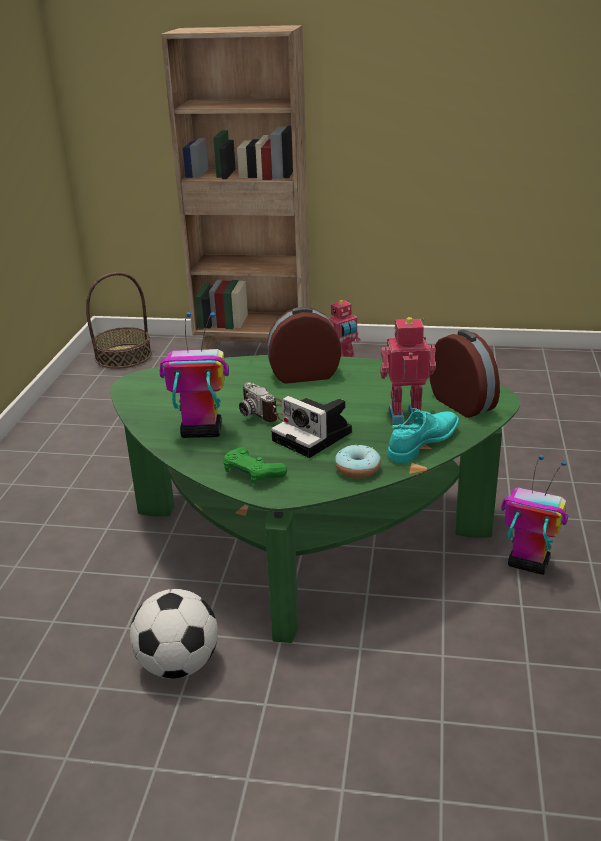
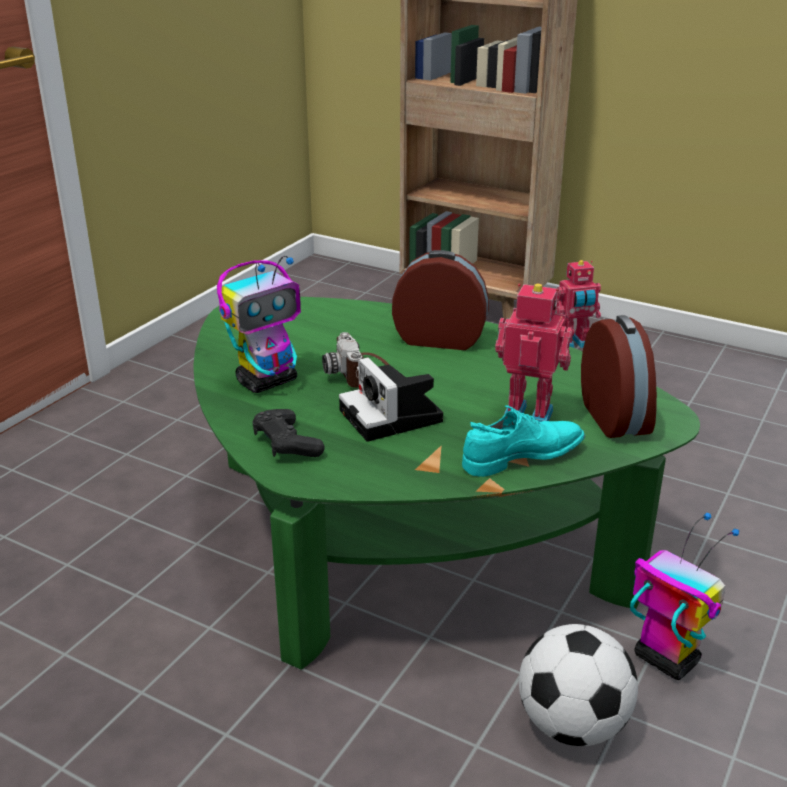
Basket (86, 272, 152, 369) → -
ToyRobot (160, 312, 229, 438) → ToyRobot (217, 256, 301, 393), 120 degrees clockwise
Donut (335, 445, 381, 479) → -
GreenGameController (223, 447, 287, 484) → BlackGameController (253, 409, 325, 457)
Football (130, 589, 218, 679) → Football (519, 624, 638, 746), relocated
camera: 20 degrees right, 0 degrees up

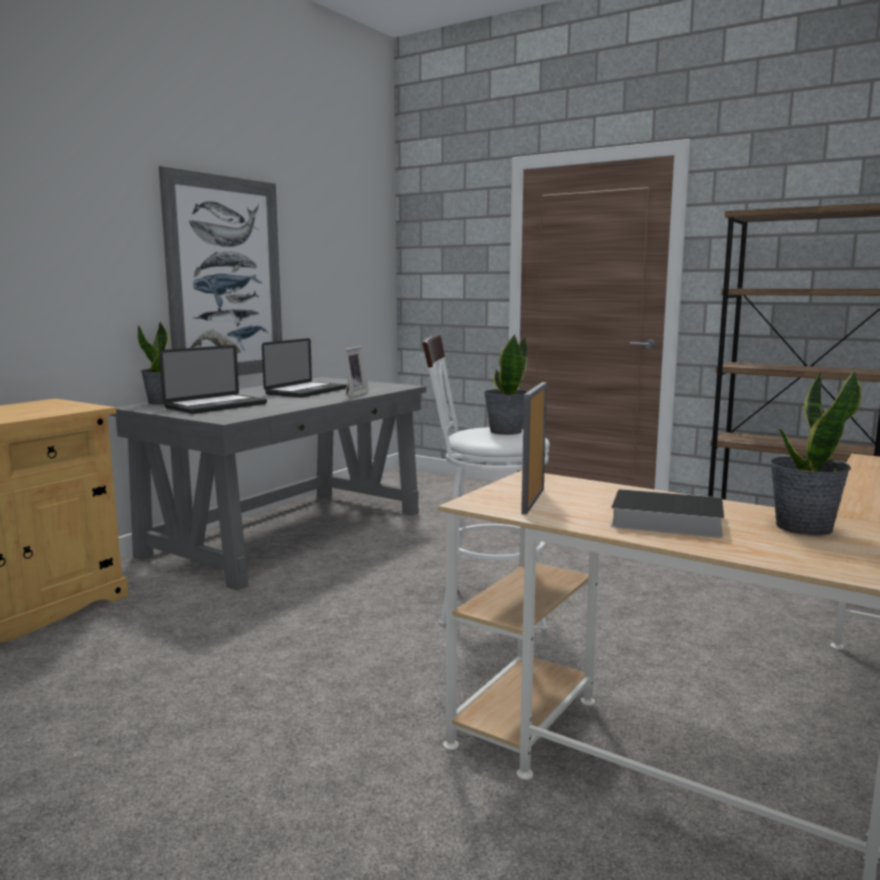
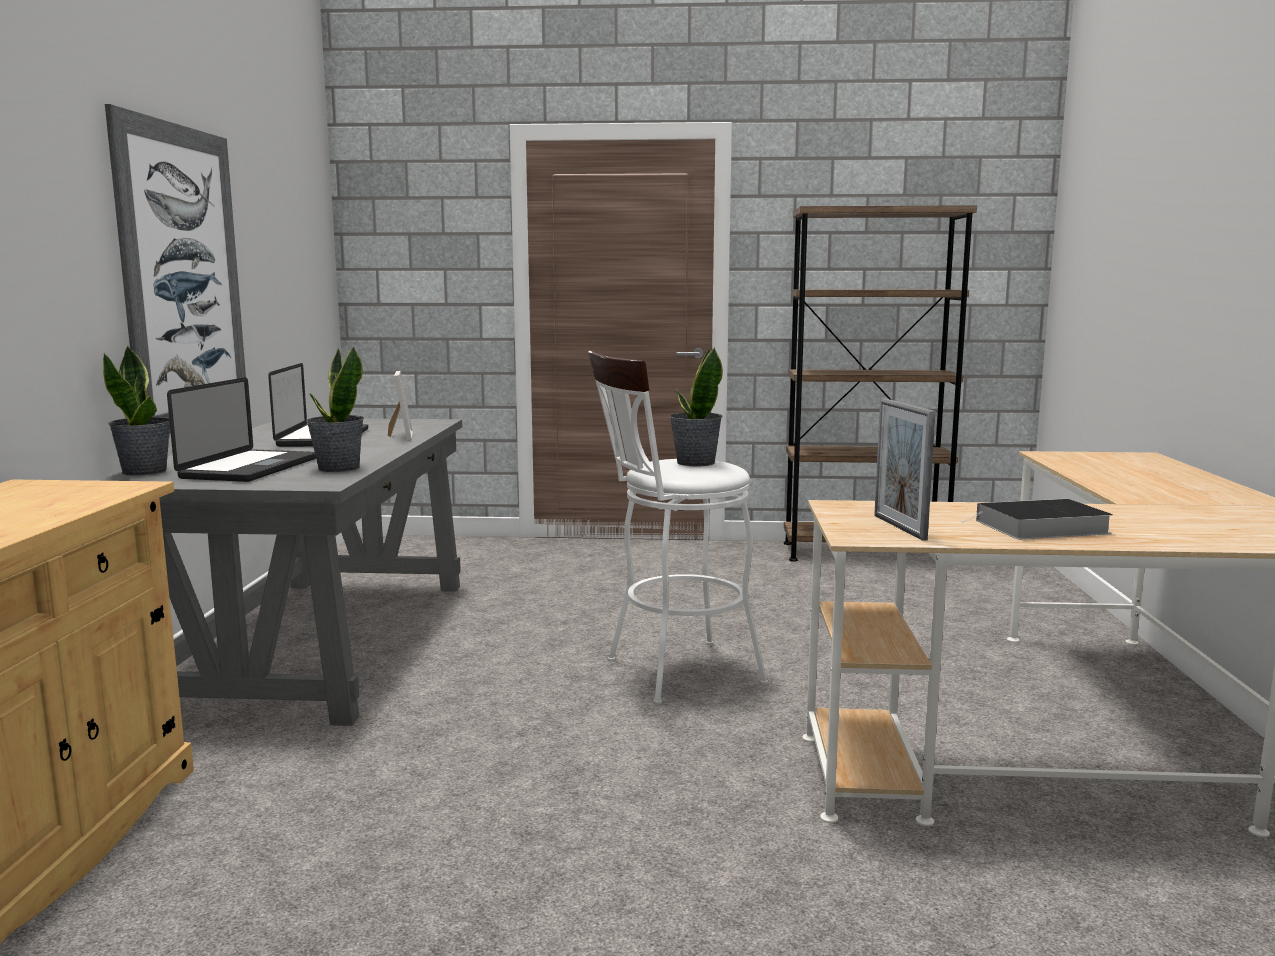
PottedPlant (770, 370, 862, 536) → PottedPlant (306, 346, 364, 472), relocated
camera: 30 degrees left, 0 degrees up

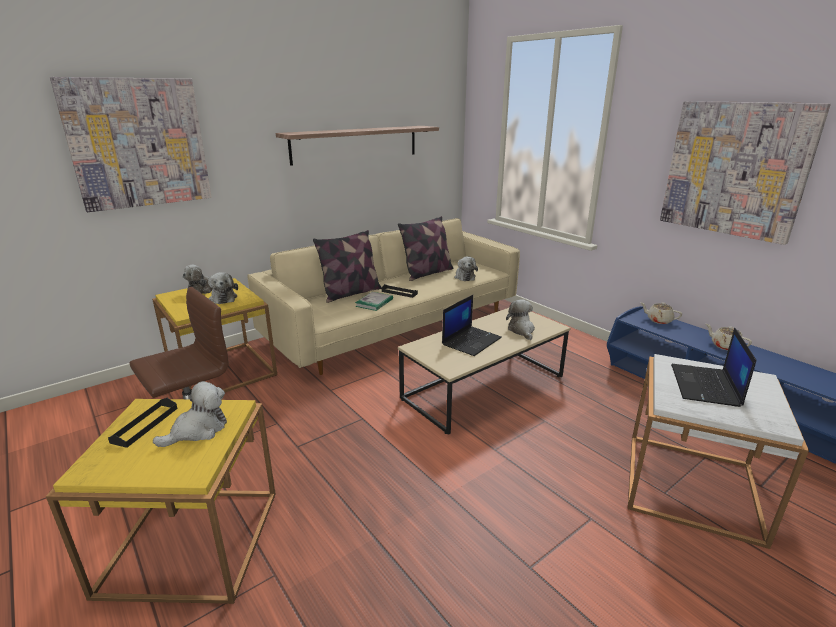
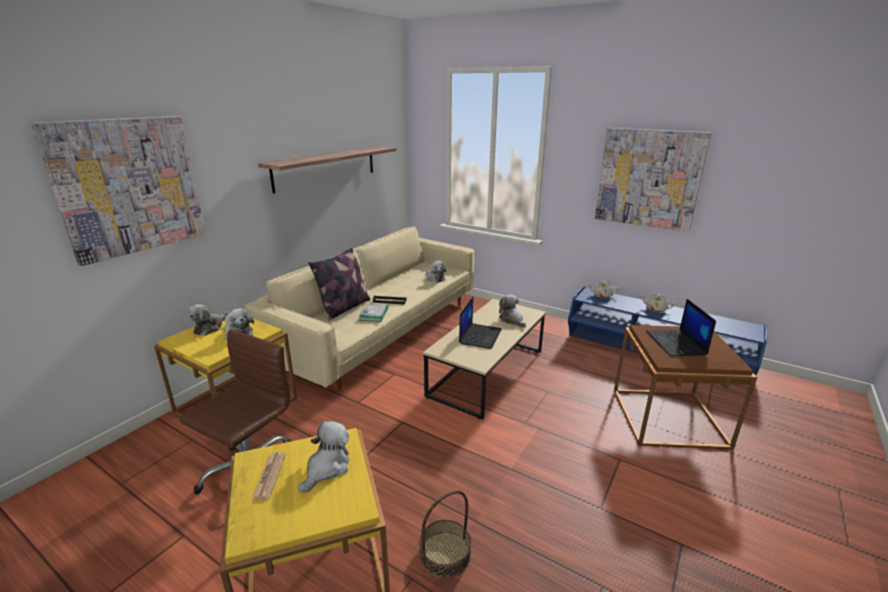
Pillow (398, 216, 453, 281) → -
WhiteSideTable (628, 354, 809, 549) → BrownSideTable (614, 325, 757, 450)
BlackTray (108, 398, 178, 448) → Newspaper (252, 452, 286, 499)
- → Basket (419, 490, 471, 578)
camera: 20 degrees left, 0 degrees up

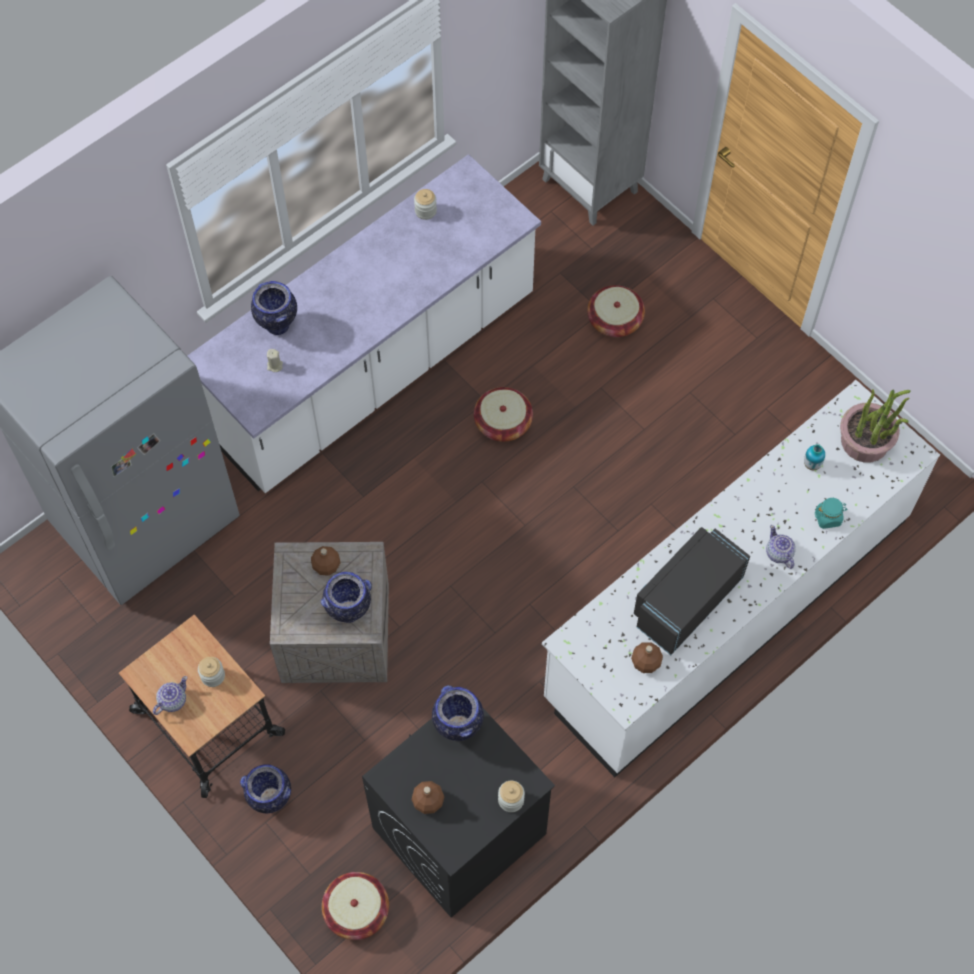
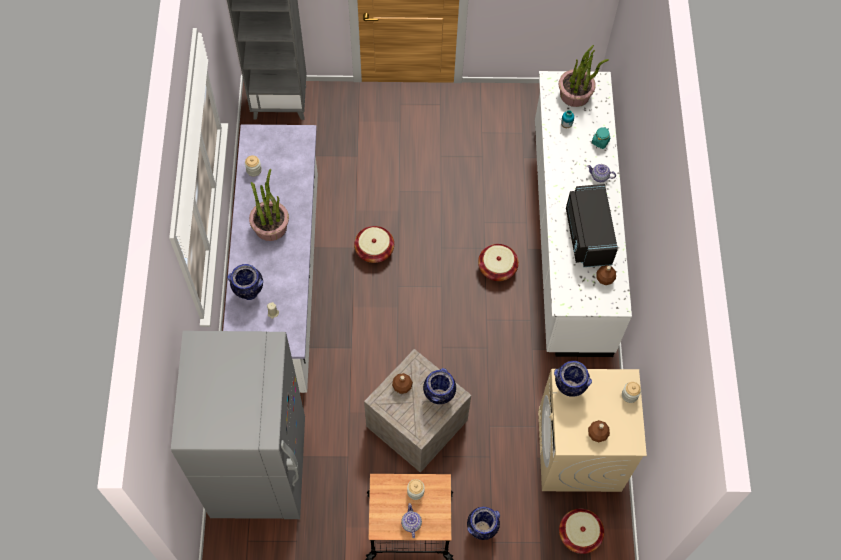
Basket (587, 285, 645, 337) → Basket (478, 244, 519, 281), relocated
BlackWashingMachine (362, 708, 555, 918) → BeigeWashingMachine (538, 369, 647, 492)
- → PottedPlant (249, 169, 289, 241)
camera: 50 degrees left, 0 degrees up

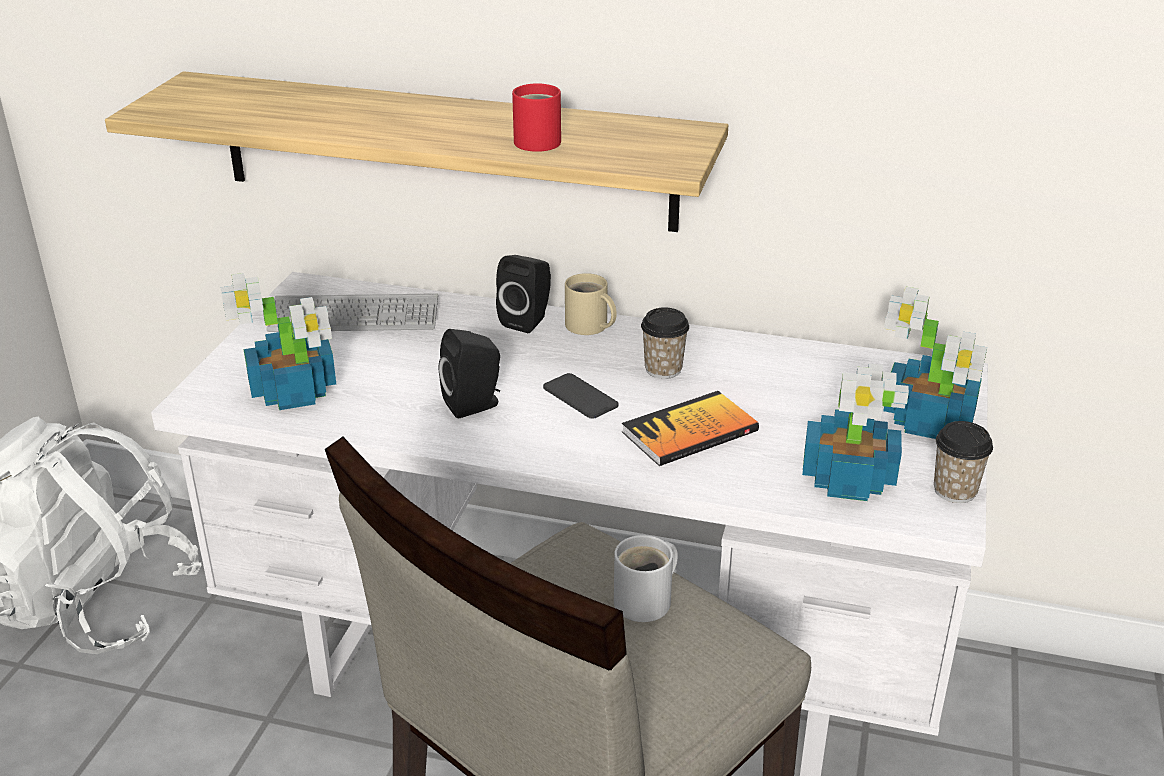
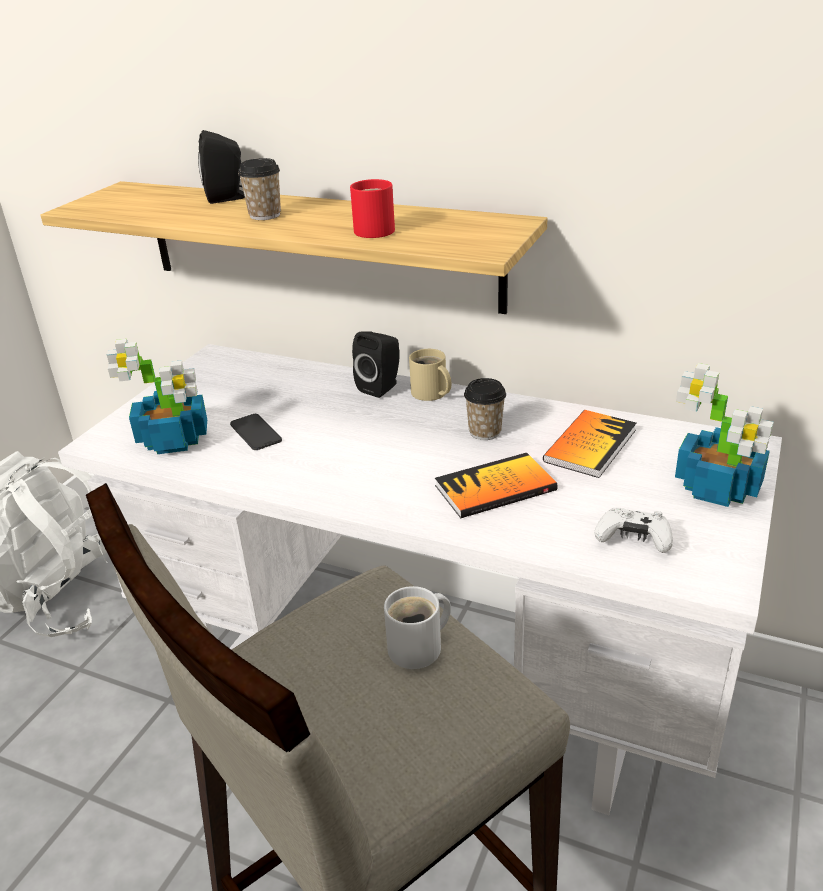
Keyboard (266, 293, 438, 332) → -
BlackSpeaker (439, 329, 500, 418) → BlackSpeaker (198, 130, 245, 204), relocated
PottedPlant (802, 363, 909, 501) → WhiteGameController (595, 508, 673, 553)
Phone (543, 373, 618, 419) → Phone (230, 414, 282, 450), relocated
Cup (934, 421, 993, 503) → Cup (238, 158, 281, 220), relocated
- → Book (543, 410, 637, 478)
camera: 10 degrees right, 0 degrees up

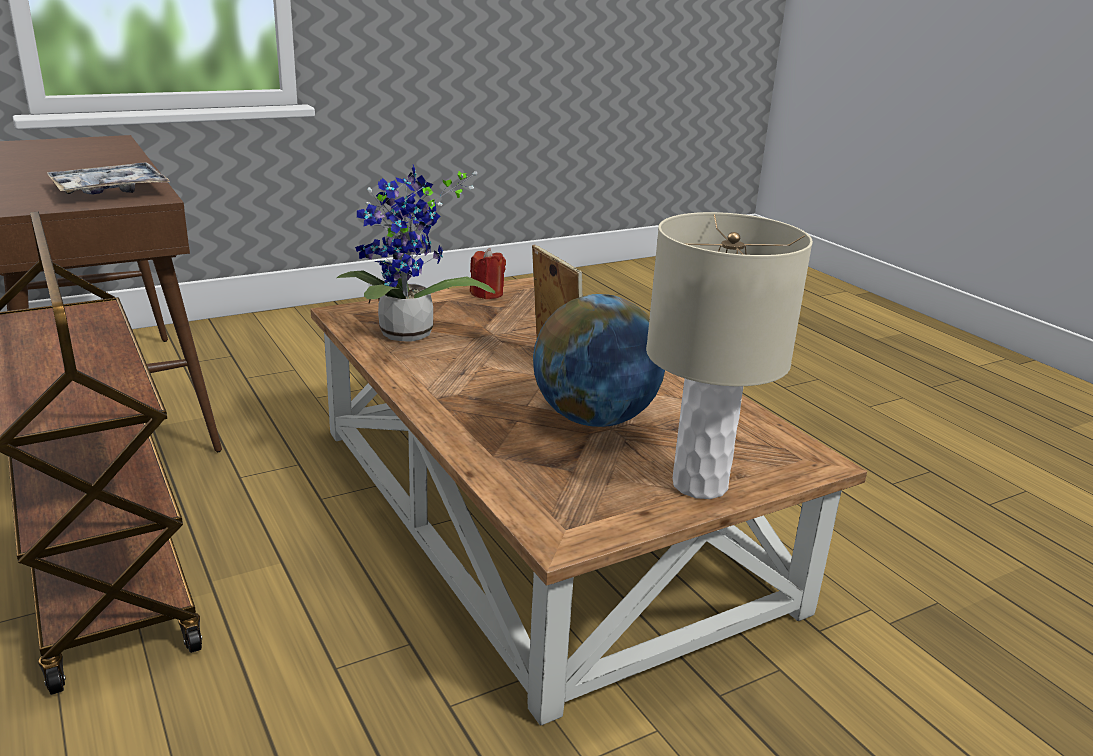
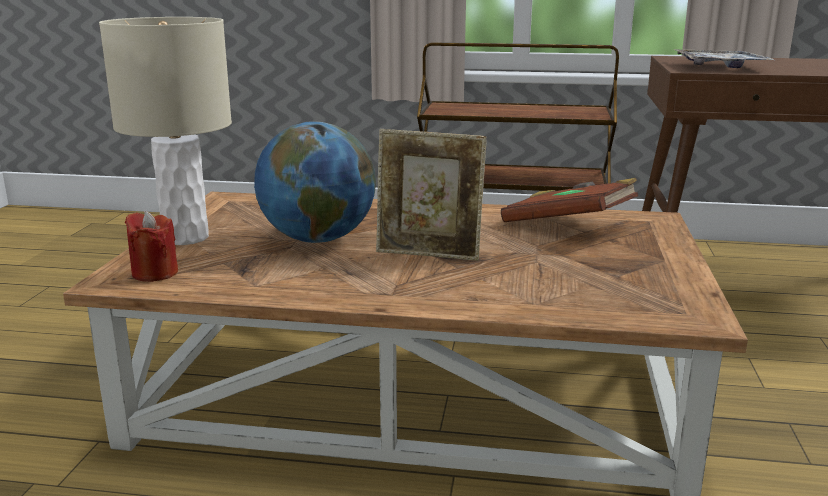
PottedPlant (337, 165, 495, 342) → BrownBook (501, 178, 638, 222)
RedCandle (470, 248, 506, 299) → RedCandle (125, 211, 178, 282), relocated
camera: 130 degrees right, 5 degrees down

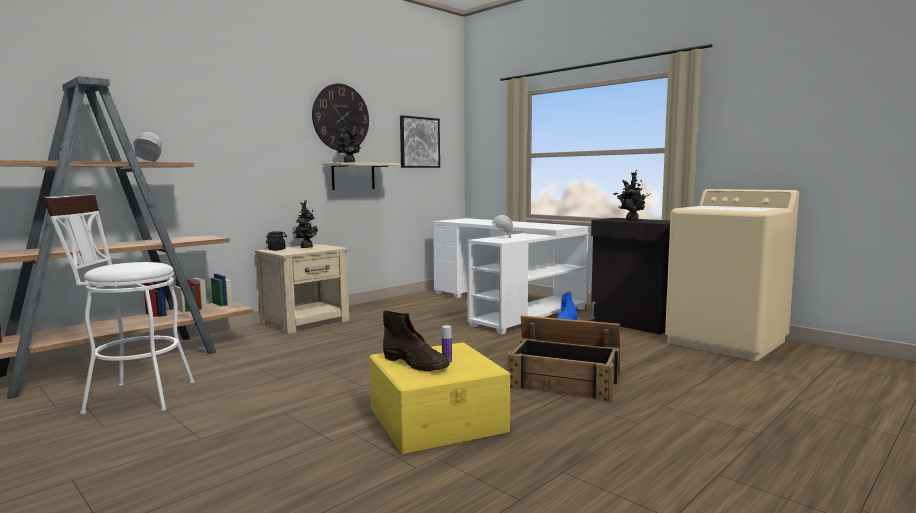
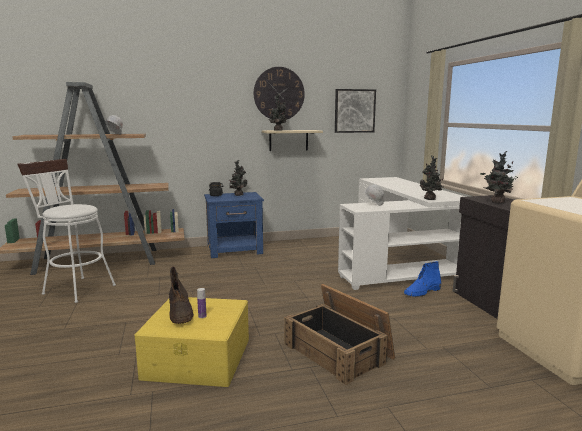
BeigeNightstand (255, 244, 349, 334) → BlueNightstand (204, 192, 264, 258)
- → PottedPlant (420, 156, 443, 200)
camera: 30 degrees right, 5 degrees up

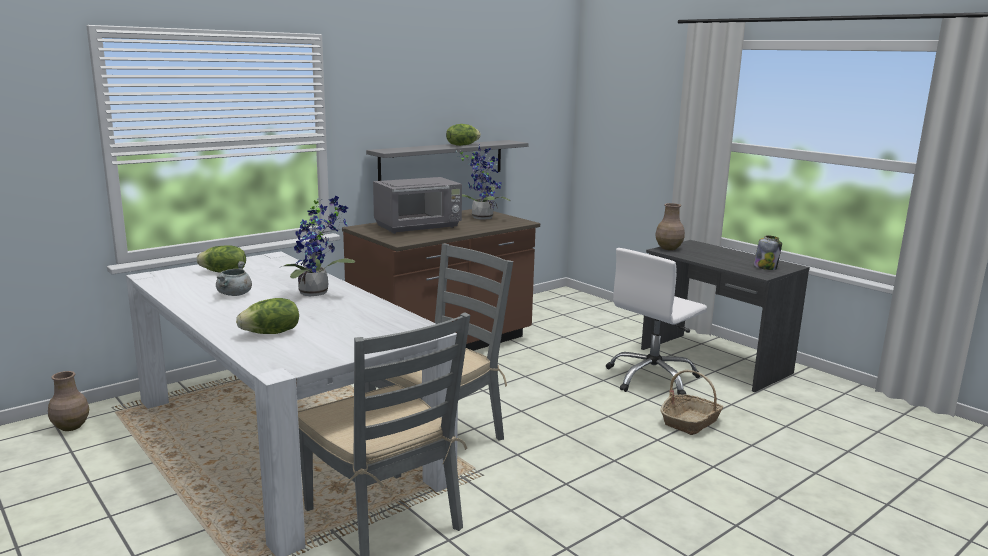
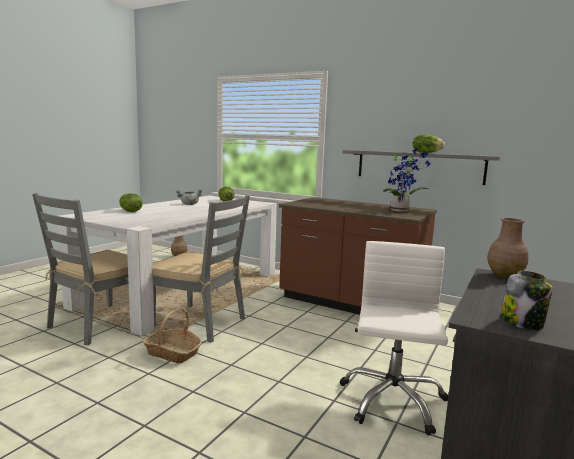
GreyMicrowave (373, 177, 462, 234) → -
PottedPlant (279, 196, 355, 296) → -
WhiteOfficeChair (606, 248, 707, 395) → WhiteOfficeChair (340, 241, 448, 435), 75 degrees clockwise
Basket (660, 370, 723, 435) → Basket (143, 308, 202, 364), relocated
camera: 70 degrees right, 5 degrees down

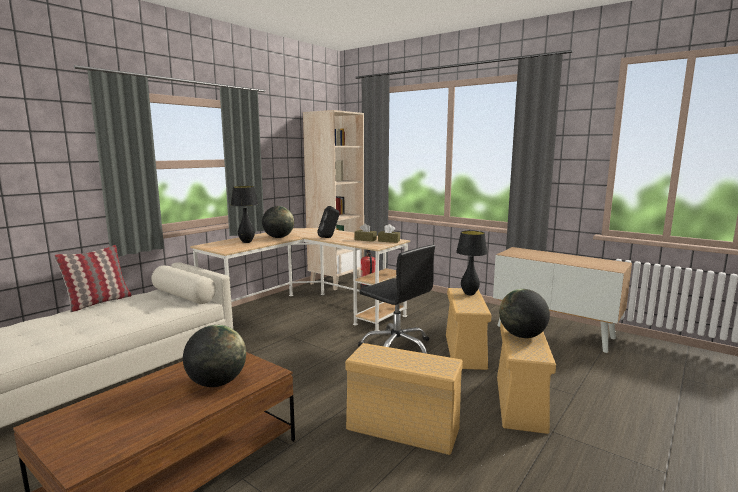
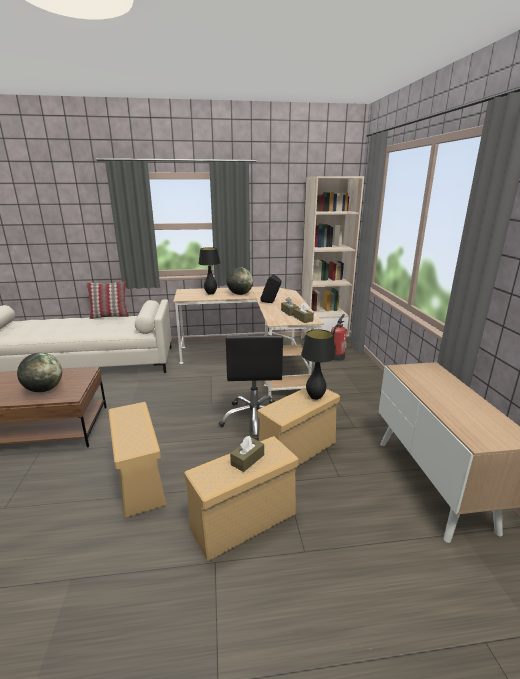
Globe (499, 289, 550, 338) → BrownTissueBox (230, 436, 264, 472)
camera: 45 degrees right, 10 degrees up

